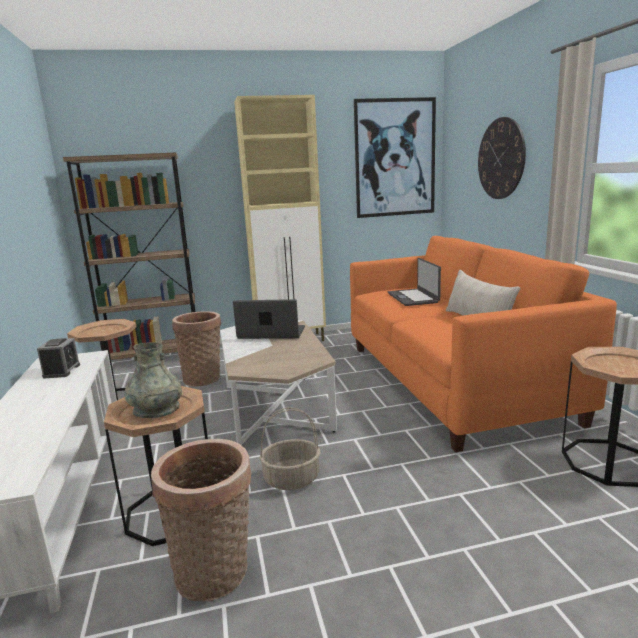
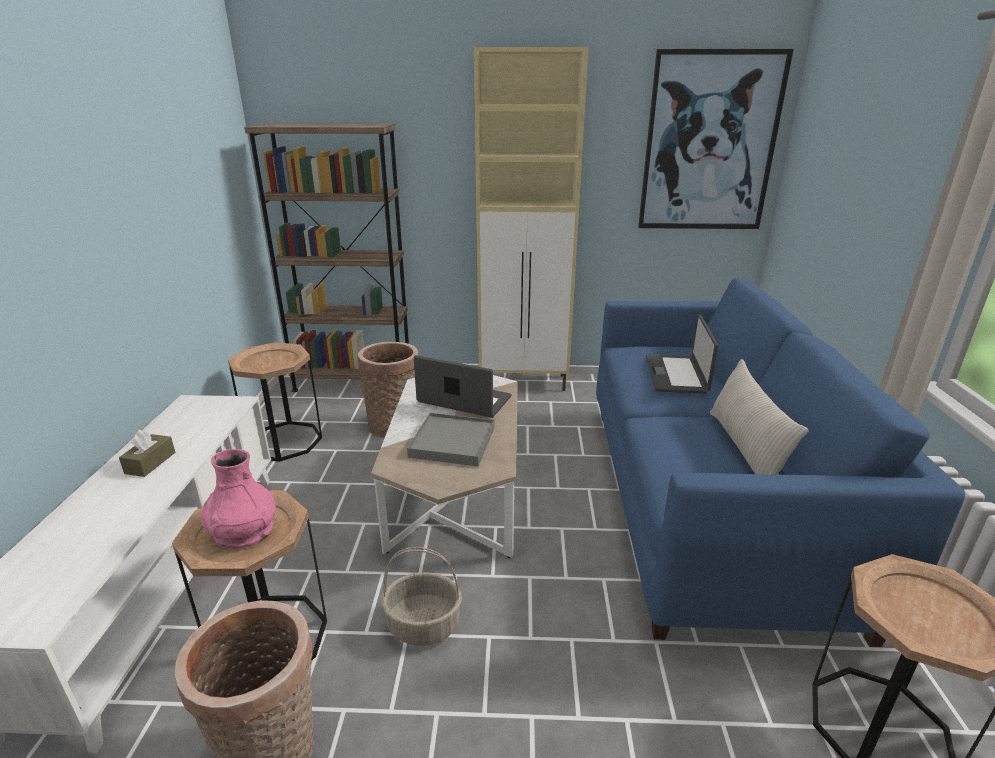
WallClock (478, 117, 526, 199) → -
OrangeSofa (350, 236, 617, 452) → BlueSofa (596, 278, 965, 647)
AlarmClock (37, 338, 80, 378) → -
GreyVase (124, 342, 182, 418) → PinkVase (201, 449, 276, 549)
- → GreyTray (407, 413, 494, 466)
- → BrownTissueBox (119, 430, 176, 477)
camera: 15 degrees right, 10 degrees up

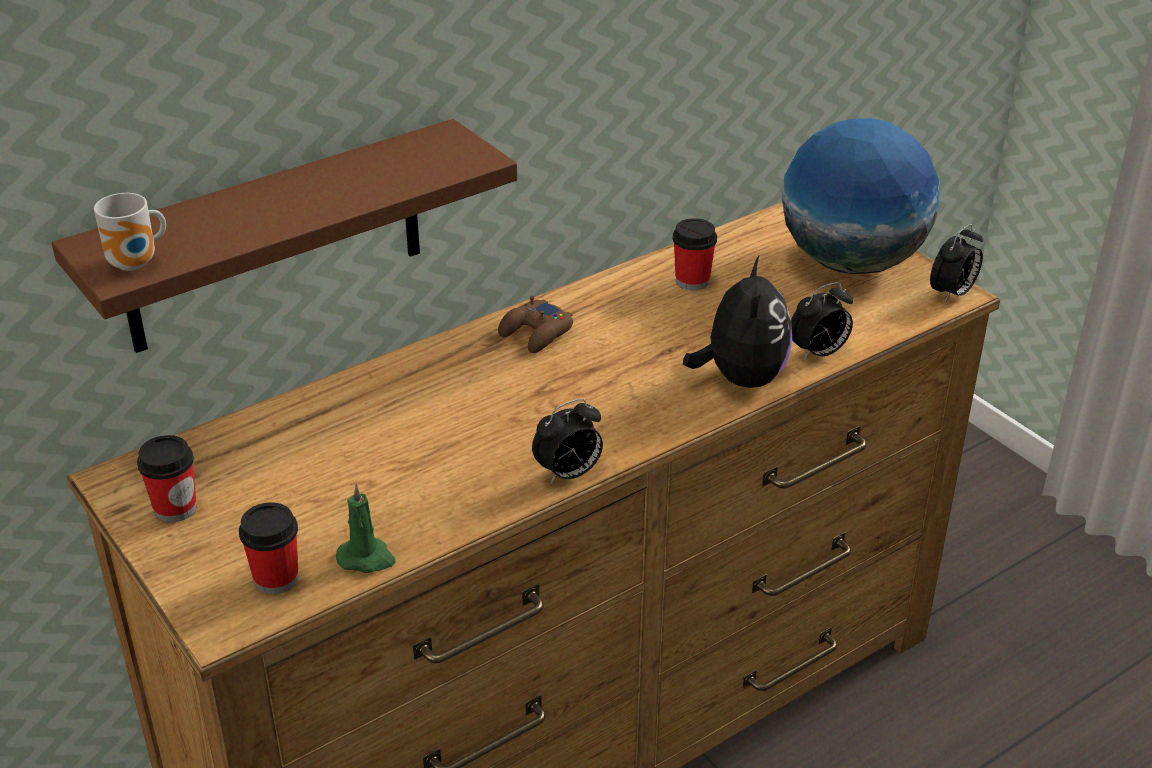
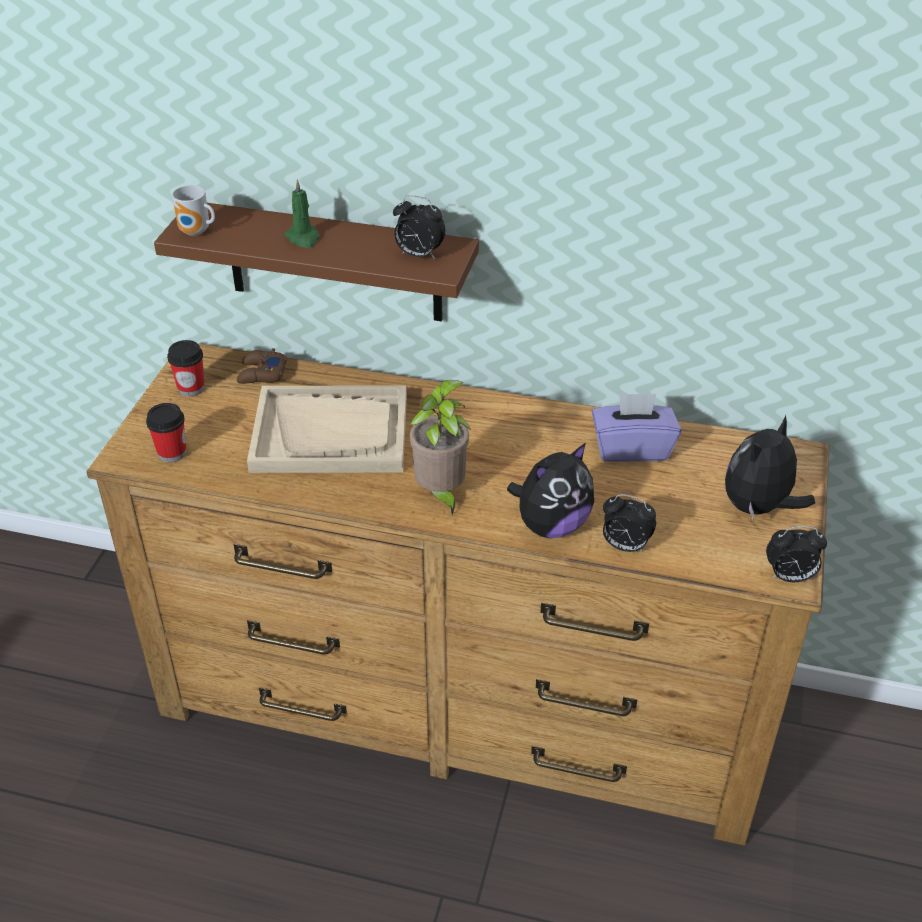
Globe (782, 118, 940, 274) → PlushToy (725, 415, 815, 521)
Cup (673, 218, 717, 291) → PurpleTissueBox (592, 393, 681, 462)
BrownGameController (498, 296, 573, 353) → BrownGameController (237, 348, 287, 384), relocated
AlarmClock (532, 399, 603, 484) → AlarmClock (393, 195, 446, 259), relocated
GreenCandle (336, 484, 396, 573) → GreenCandle (284, 179, 320, 248), relocated
- → PottedPlant (410, 380, 471, 515)
- → BeigeTray (247, 385, 407, 473)
camera: 50 degrees right, 5 degrees up

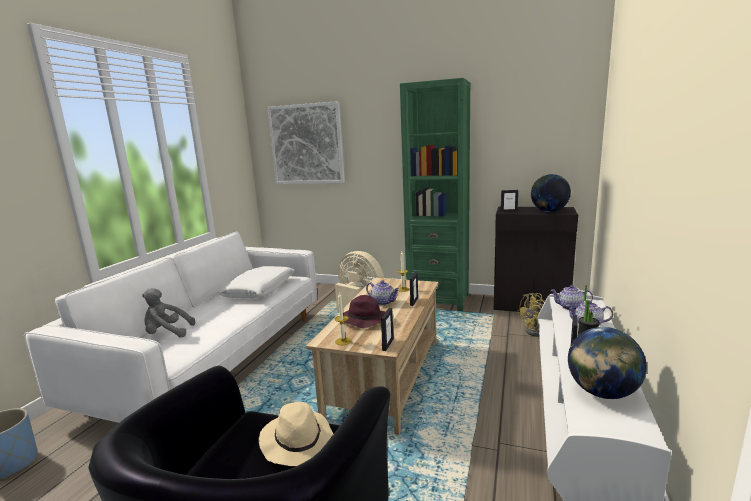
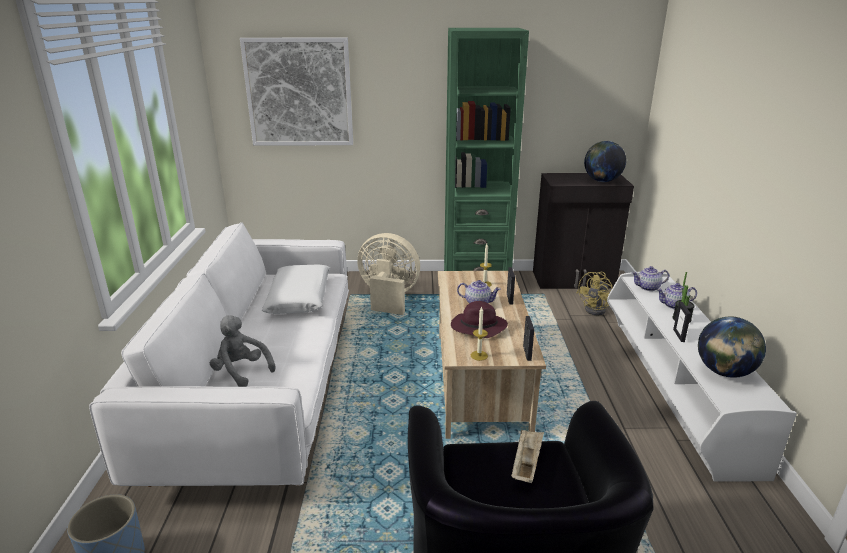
PictureFrame (501, 190, 518, 212) → -
GreyPlushToy (142, 288, 195, 337) → GreyPlushToy (210, 315, 276, 387), 60 degrees clockwise
BeigeHat (259, 402, 333, 466) → BeigeTray (511, 429, 544, 483)
camera: 20 degrees left, 10 degrees up

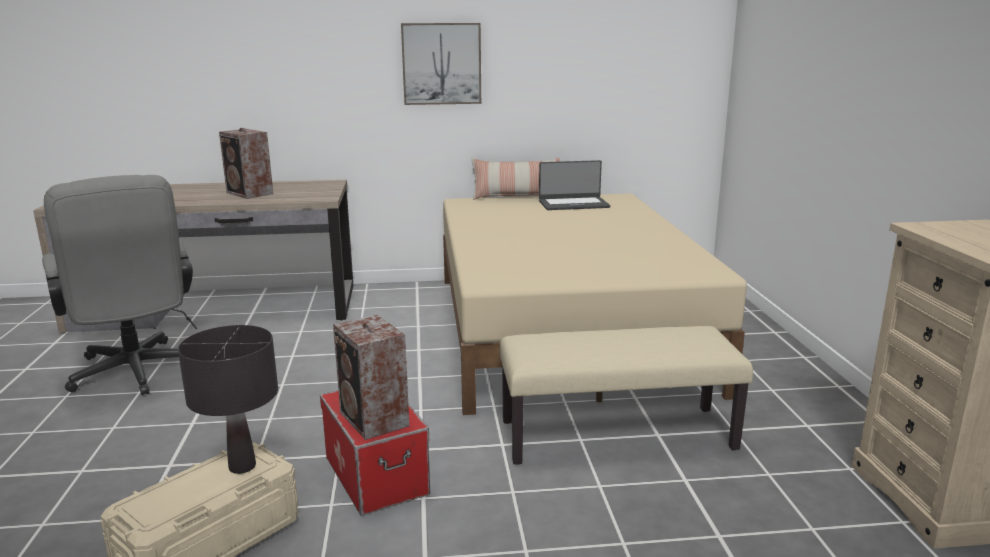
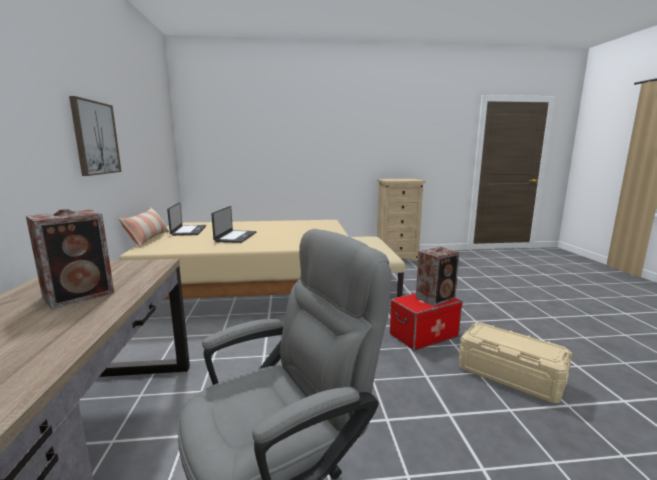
BlackTableLamp (178, 325, 278, 474) → -
- → Laptop (211, 206, 256, 243)
camera: 90 degrees left, 5 degrees down

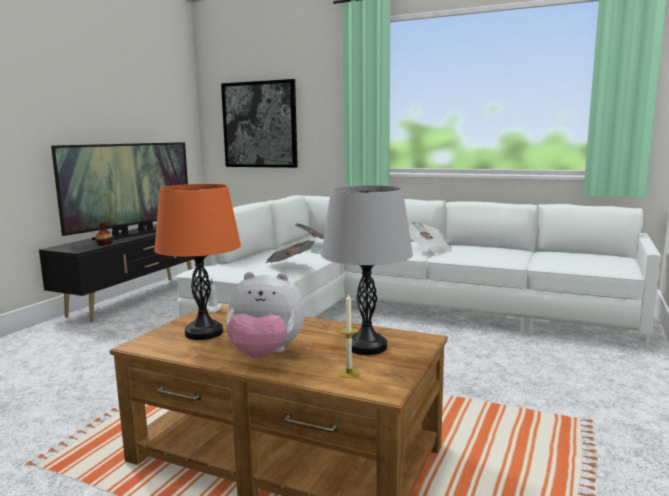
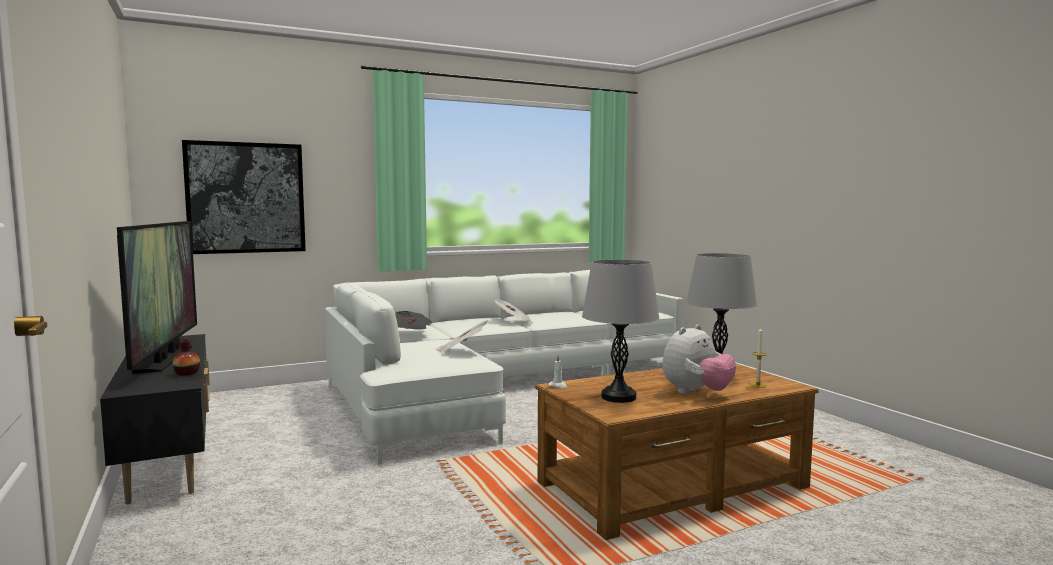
OrangeTableLamp (154, 184, 241, 340) → GreyTableLamp (582, 259, 659, 403)
camera: 50 degrees left, 5 degrees down

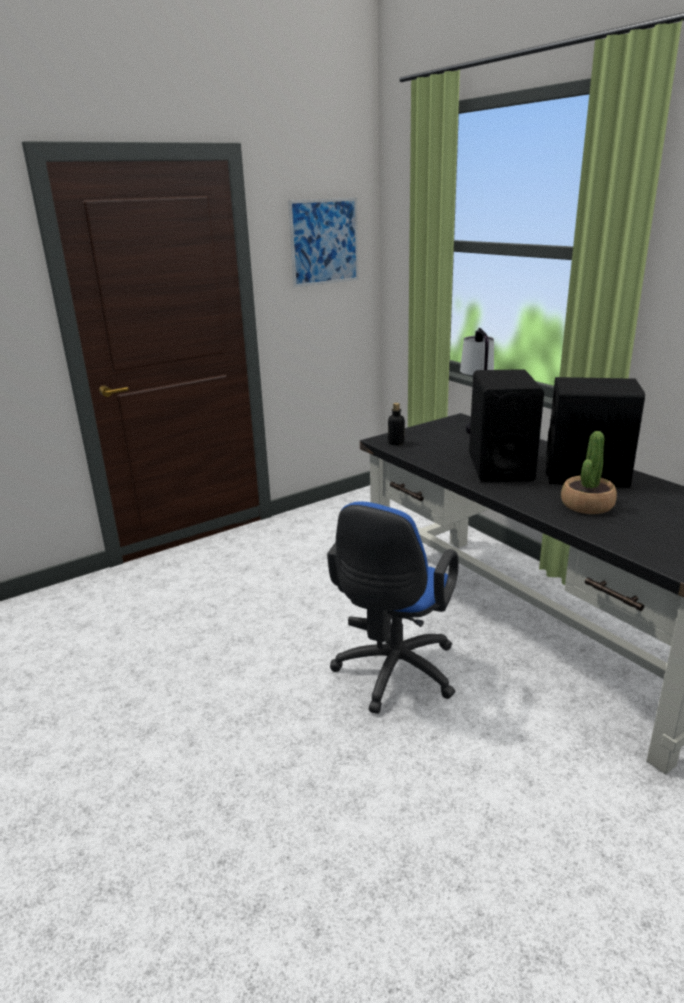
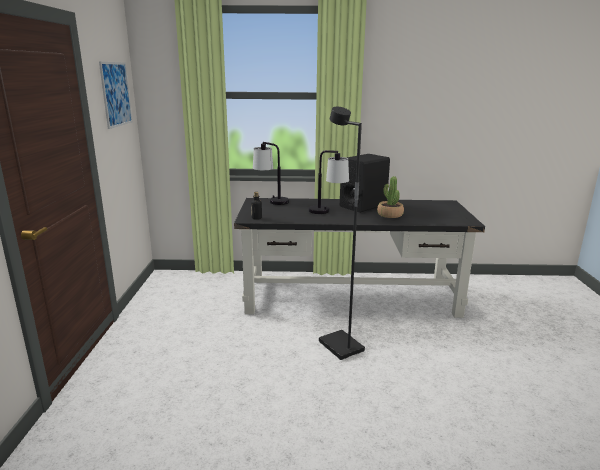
BlackSpeaker (469, 369, 544, 482) → TableLamp (308, 150, 349, 214)
BlueOfficeChair (327, 502, 459, 714) → BlackFloorLamp (319, 107, 365, 360)
camera: 55 degrees left, 5 degrees down

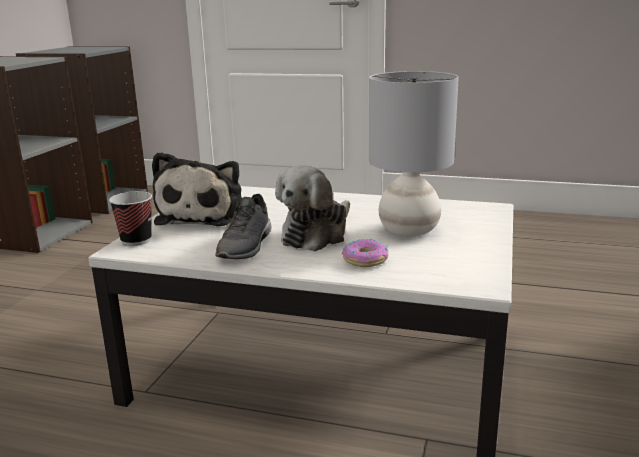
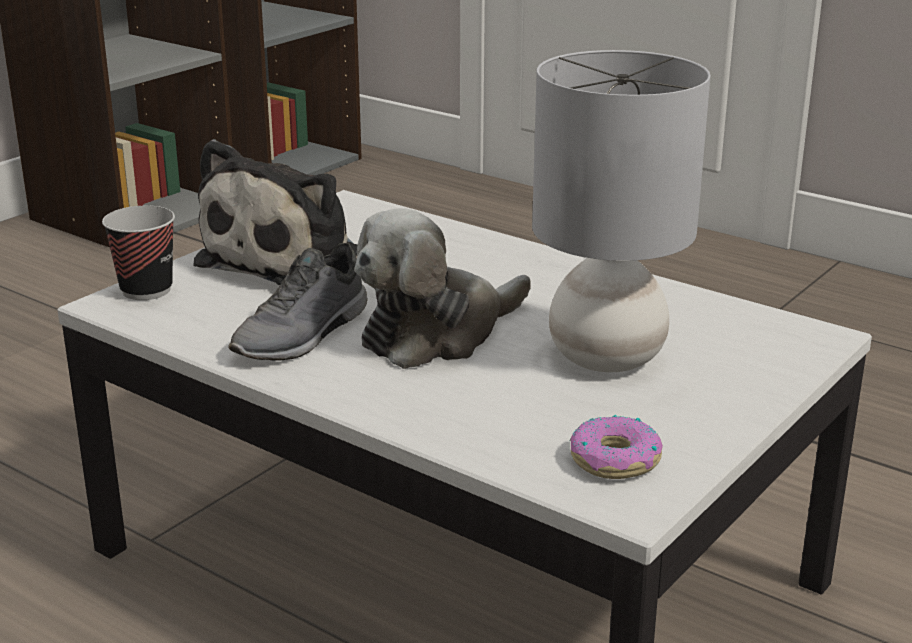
Donut (342, 239, 389, 267) → Donut (570, 415, 663, 479), relocated
camera: 20 degrees right, 5 degrees up

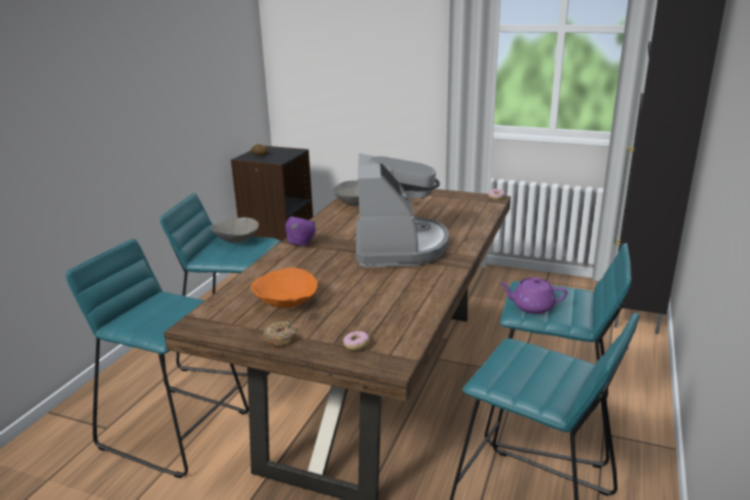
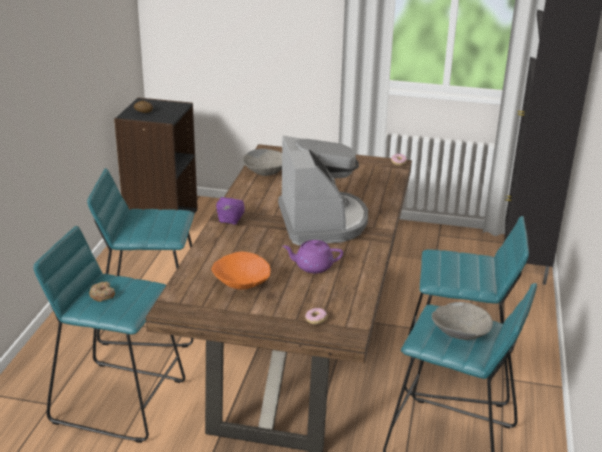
GreyBowl (211, 217, 259, 243) → GreyBowl (432, 302, 493, 340), relocated
PurpleTeapot (499, 277, 568, 314) → PurpleTeapot (282, 240, 343, 273), relocated
Donut (263, 321, 296, 347) → Donut (89, 282, 115, 302), relocated
camera: 10 degrees left, 5 degrees up

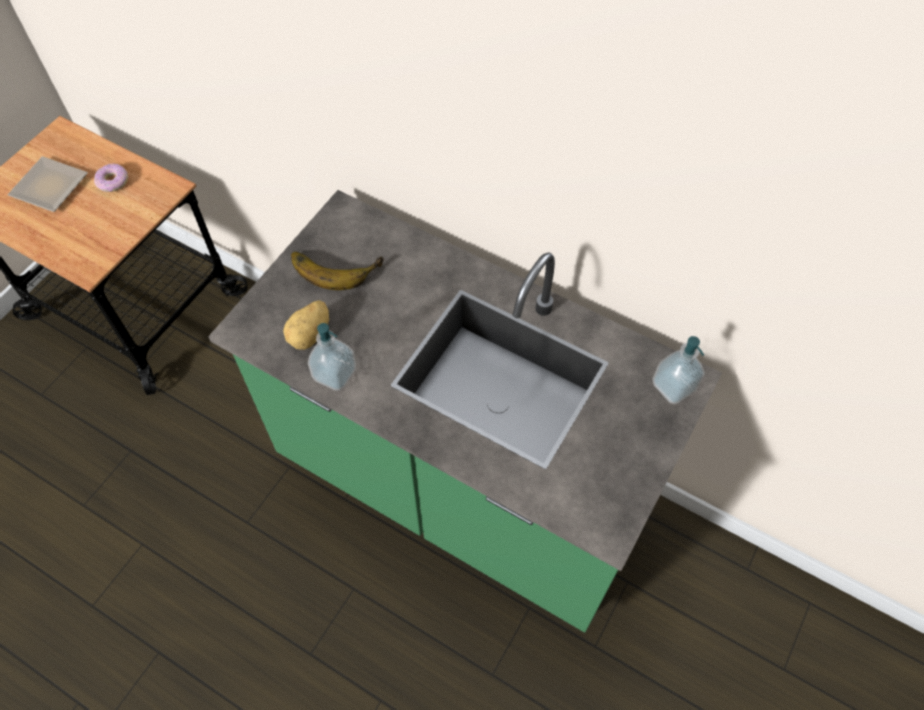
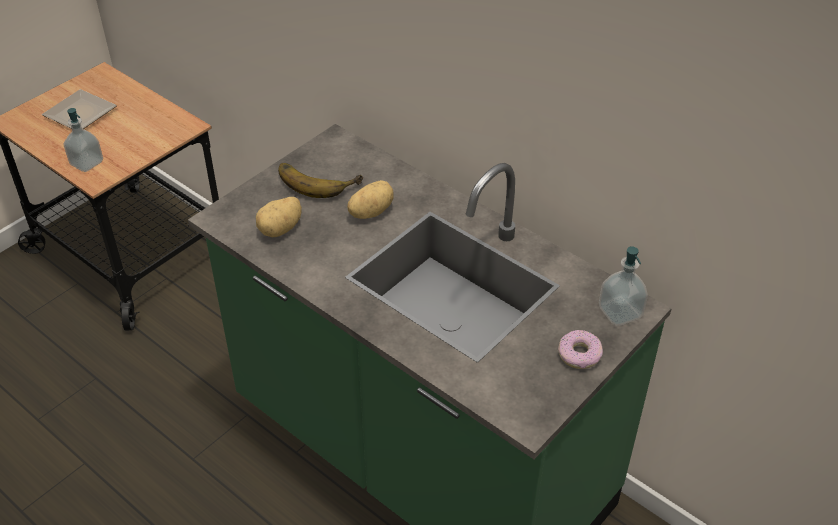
Donut (94, 164, 128, 192) → Donut (558, 330, 603, 369), relocated
SoapDispenser (308, 323, 356, 391) → SoapDispenser (64, 108, 103, 172), relocated
- → Potato (347, 180, 394, 219)
camera: 10 degrees right, 15 degrees down

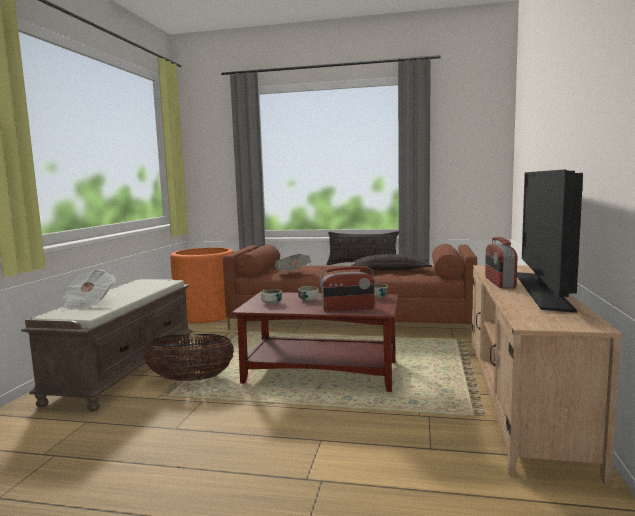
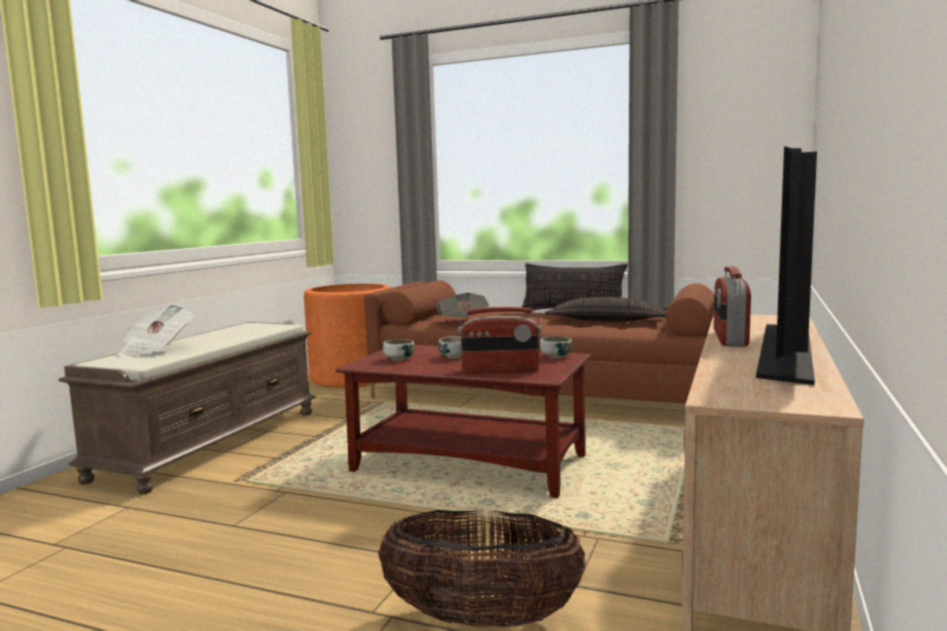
Basket (143, 334, 234, 381) → Basket (378, 510, 586, 627), relocated
camera: 10 degrees right, 0 degrees up

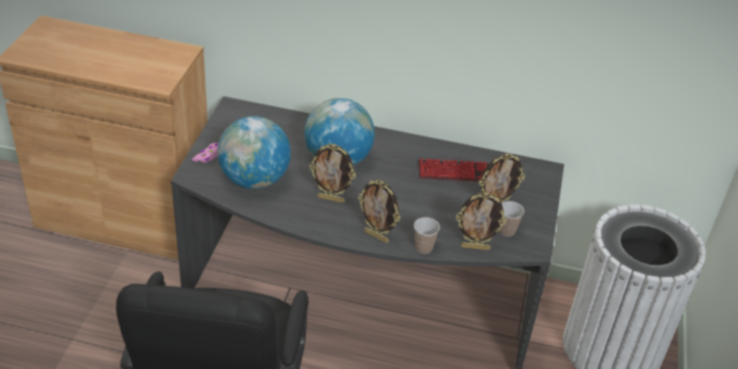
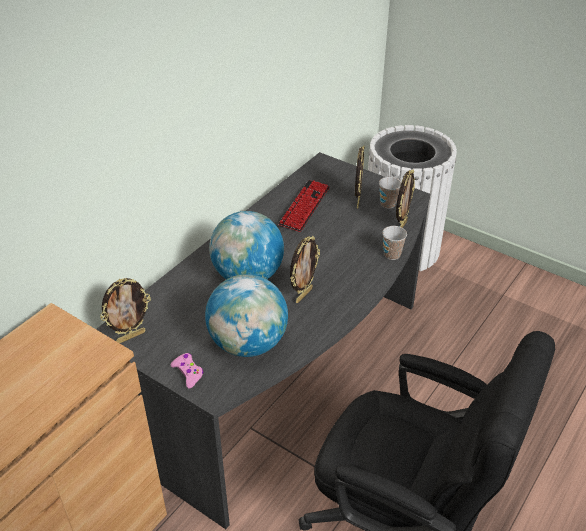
PictureFrame (358, 180, 400, 243) → PictureFrame (100, 278, 151, 343), relocated
camera: 65 degrees left, 0 degrees up

